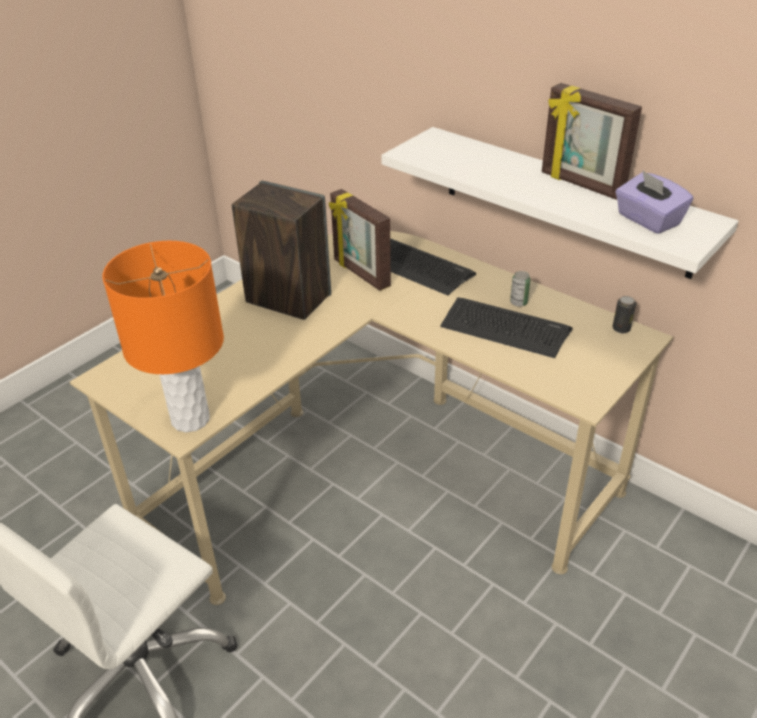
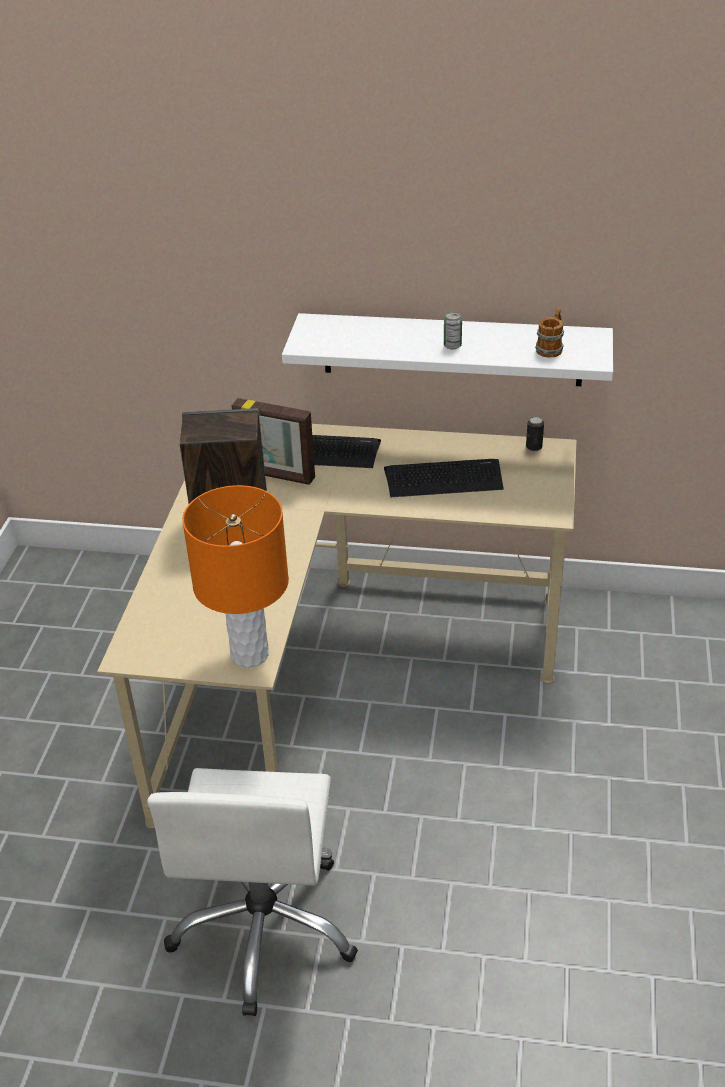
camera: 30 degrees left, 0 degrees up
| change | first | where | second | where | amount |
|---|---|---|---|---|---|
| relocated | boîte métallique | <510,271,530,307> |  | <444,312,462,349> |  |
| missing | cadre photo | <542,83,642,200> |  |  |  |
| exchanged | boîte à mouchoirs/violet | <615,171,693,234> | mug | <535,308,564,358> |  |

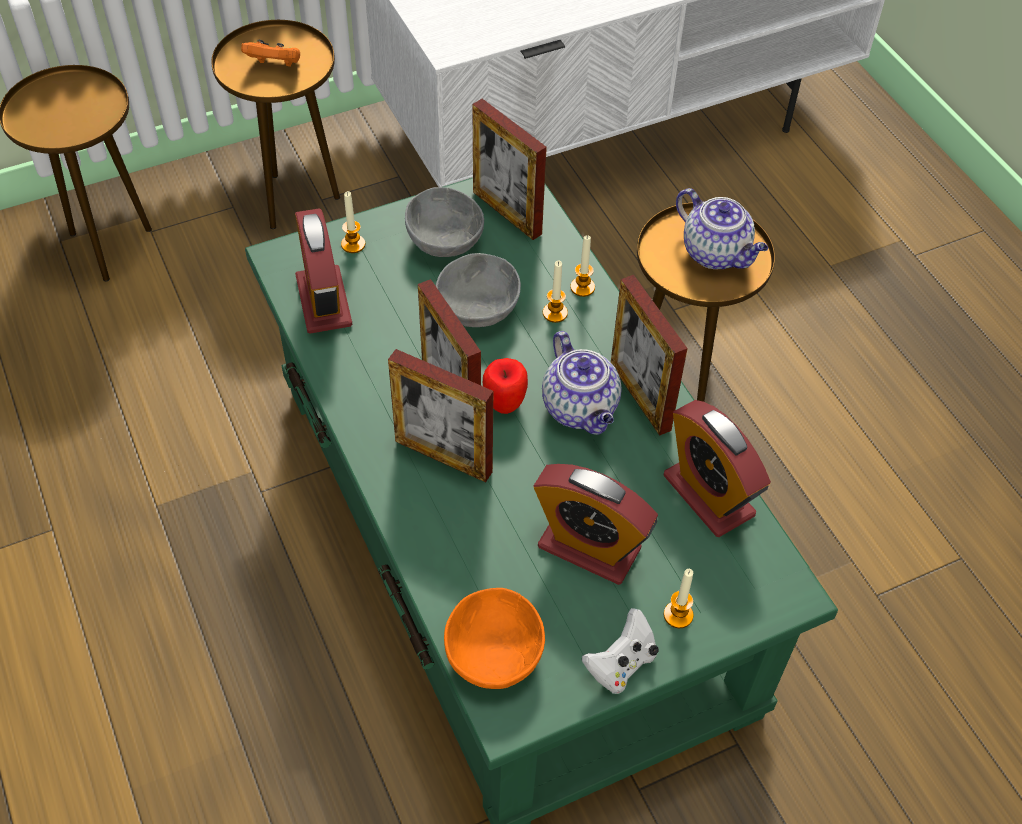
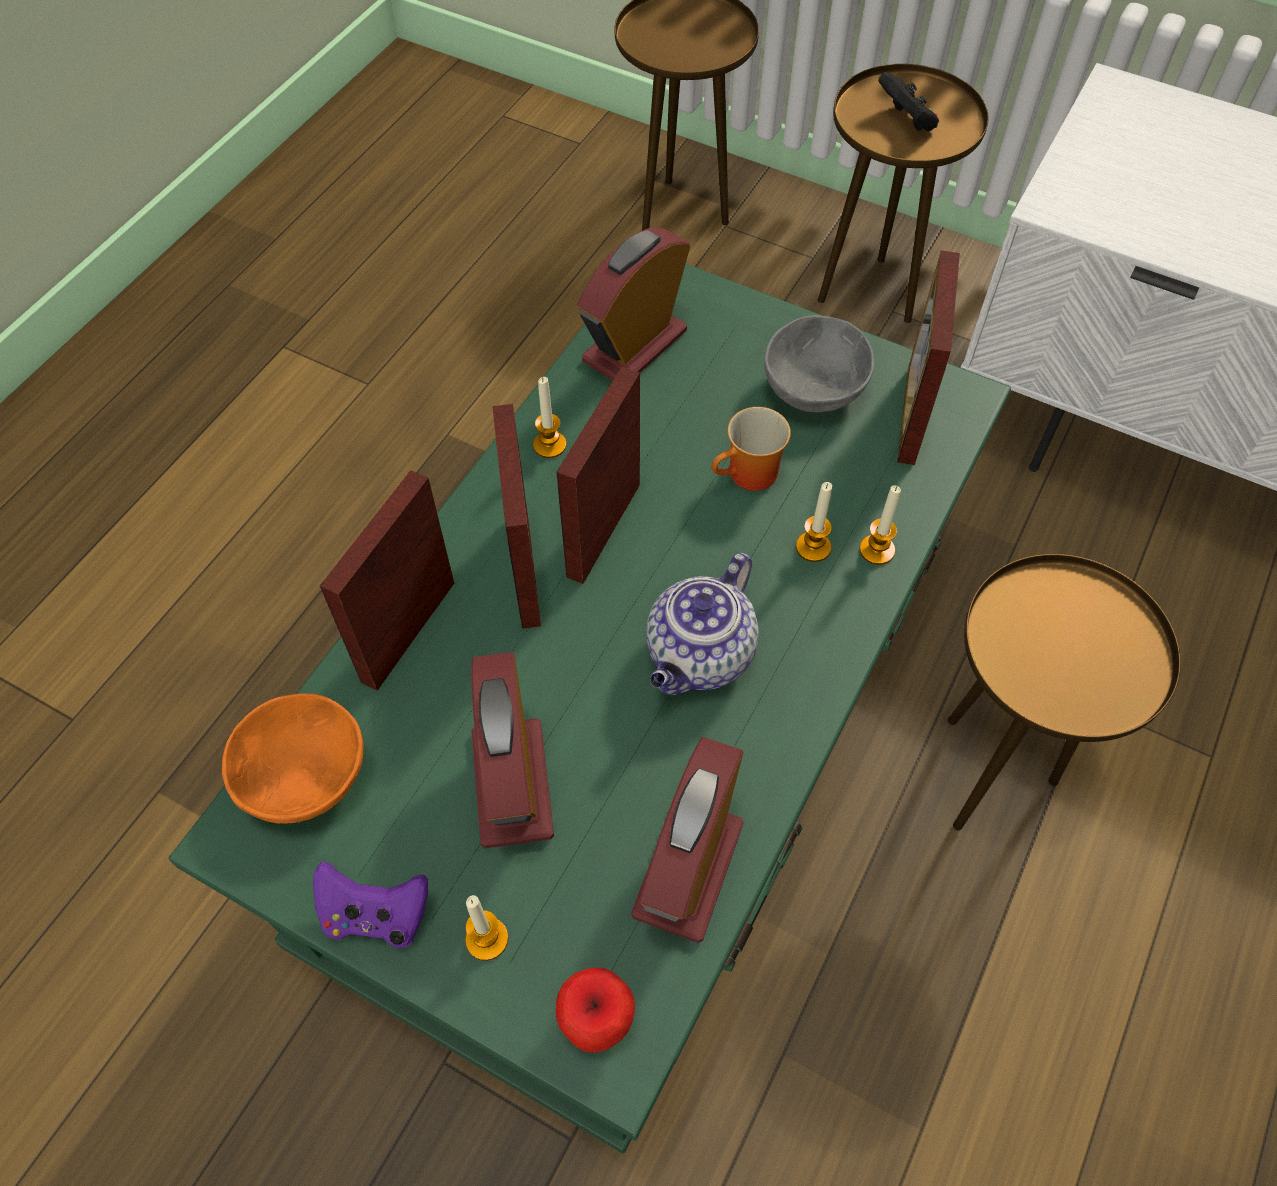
camera: 55 degrees right, 5 degrees up
| change | first | where | second | where | amount |
|---|---|---|---|---|---|
| colour | manette/orange | <241,40,300,67> | manette/noir | <878,72,939,132> |  |
| relocated | bougie | <341,191,365,253> |  | <533,377,566,458> |  |
| exchanged | bol/gris | <436,253,521,327> | mug | <712,407,791,491> |  |
| relocated | pomme | <483,358,528,414> |  | <556,968,635,1053> |  |
| colour | manette/blanc | <582,608,659,694> | manette/violet | <313,861,428,948> |  |
| relocated | cadre photo | <611,275,688,436> |  | <320,470,454,691> |  |
| missing | théière | <676,188,768,269> |  |  |  |

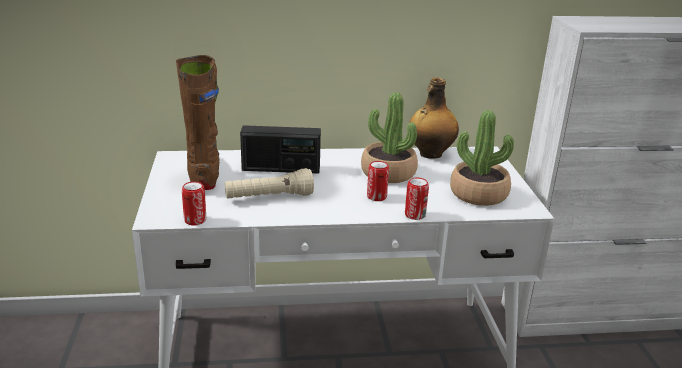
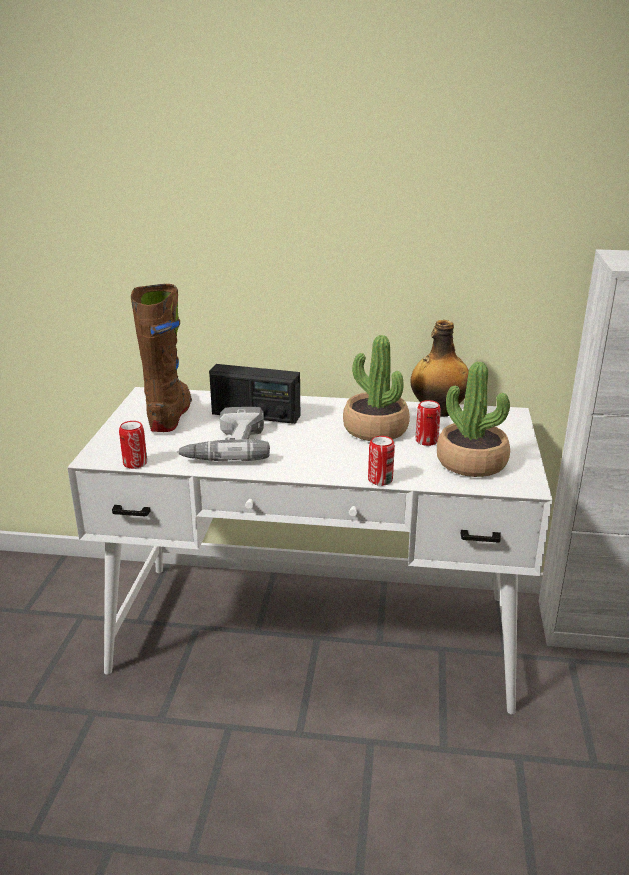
camera: 15 degrees right, 0 degrees up
| change | first | where | second | where | amount |
|---|---|---|---|---|---|
| exchanged | lampe de poche/beige | <225,168,314,199> | perceuse | <177,407,270,462> |  |
| relocated | boîte métallique | <367,161,389,201> |  | <416,400,441,446> |  |

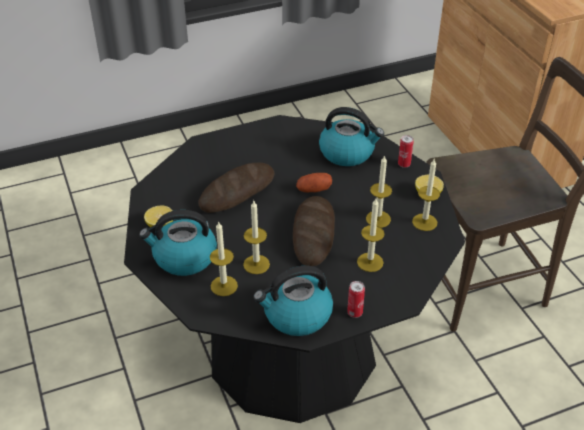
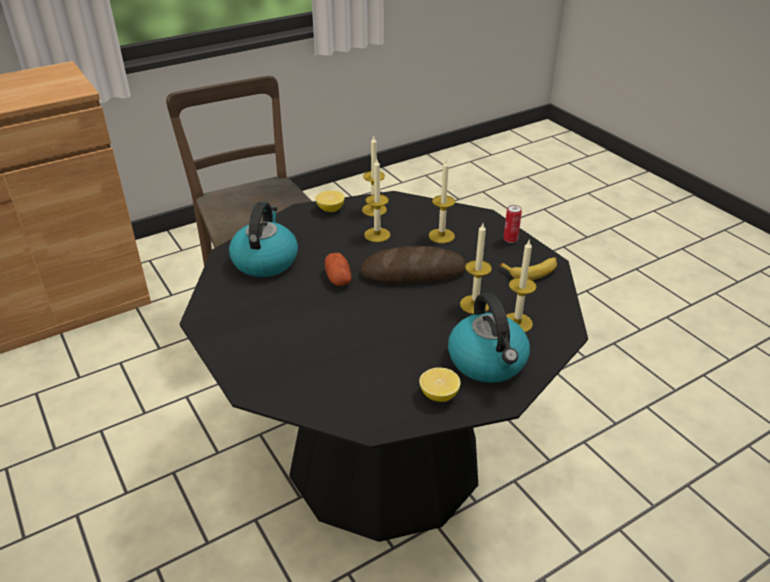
camera: 100 degrees left, 5 degrees down
| change | first | where | second | where | amount |
|---|---|---|---|---|---|
| missing | pain | <198,163,274,213> |  |  |  |
| exchanged | bouilloire | <253,266,333,336> | banane | <499,257,557,280> |  |
| missing | boîte métallique | <398,135,414,168> |  |  |  |

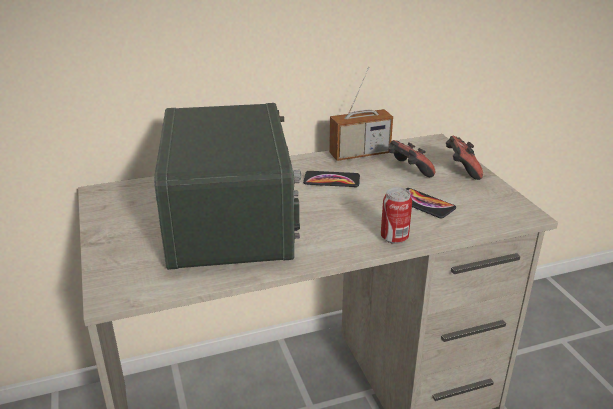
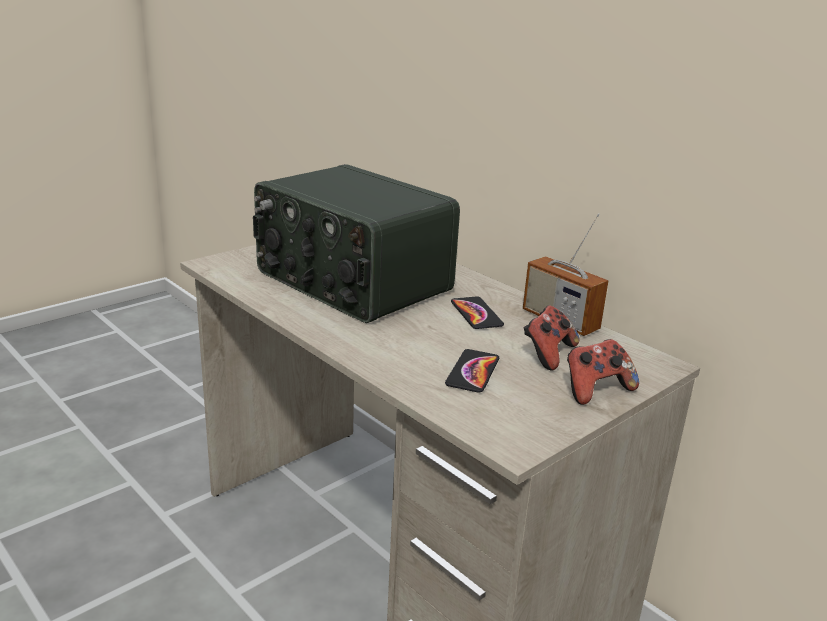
camera: 65 degrees right, 5 degrees down
| change | first | where | second | where | amount |
|---|---|---|---|---|---|
| spun | radio | <154,103,302,270> |  | <253,164,460,323> | 75 degrees clockwise |
| missing | boîte métallique | <381,187,412,244> |  |  |  |

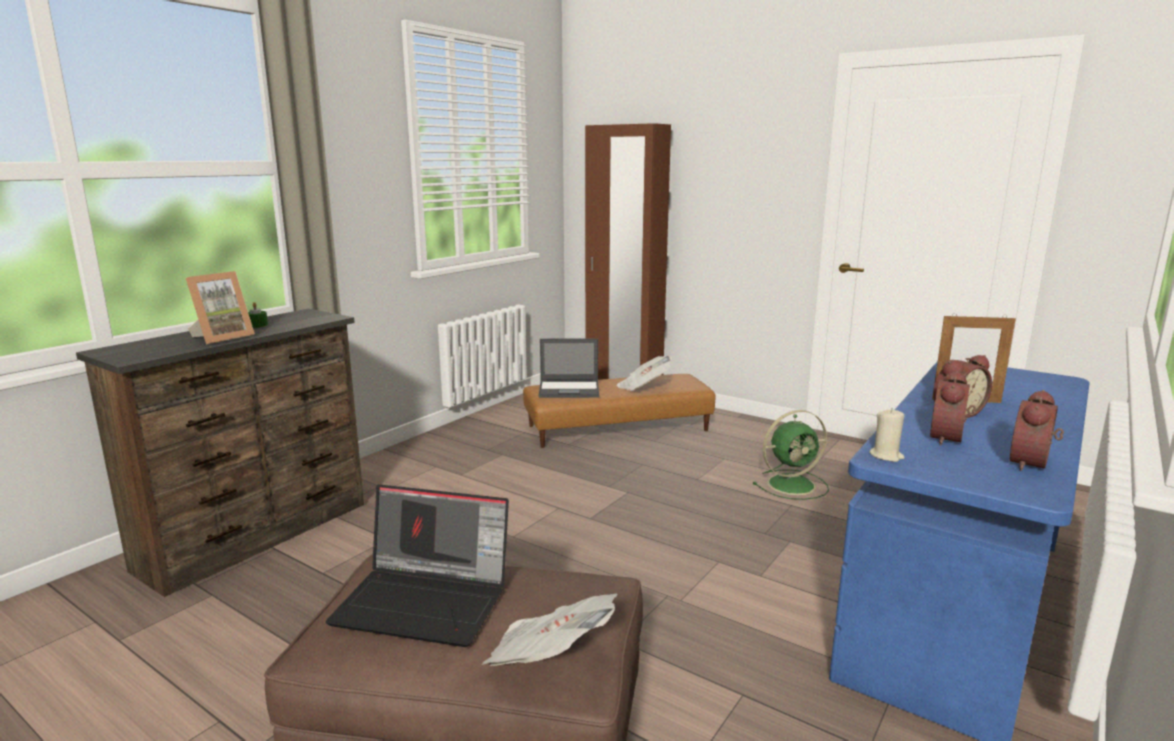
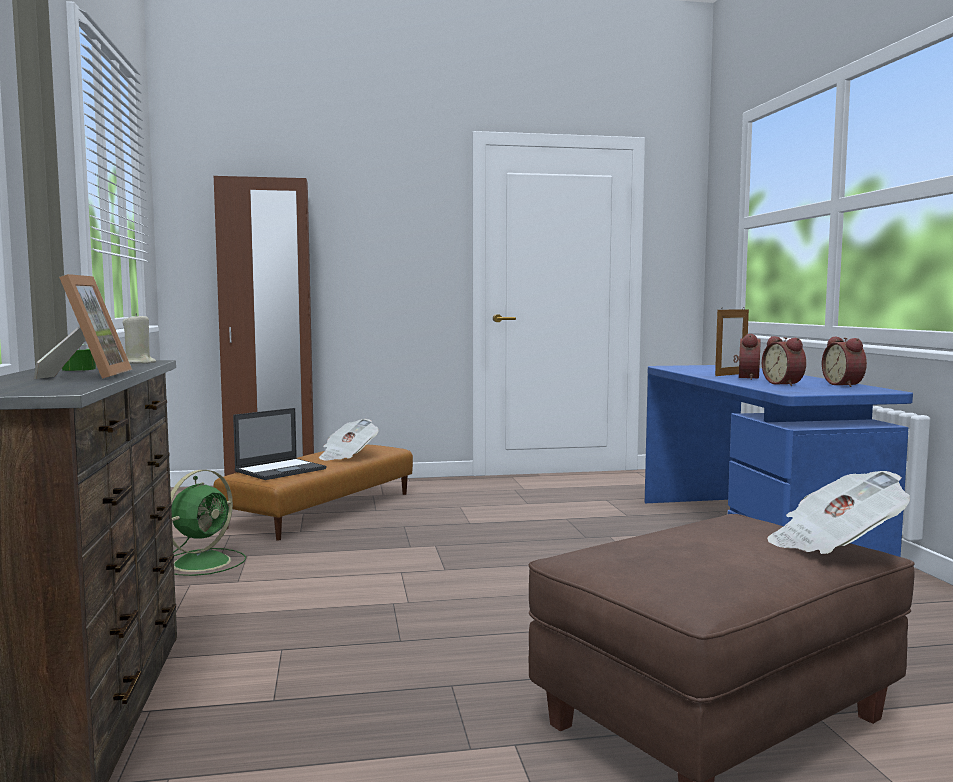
camera: 45 degrees left, 10 degrees down
| change | first | where | second | where | amount |
|---|---|---|---|---|---|
| missing | ordinateur portable | <326,484,509,647> |  |  |  |
| relocated | ventilateur/vert | <753,410,829,500> |  | <171,470,246,576> |  |
| relocated | bougie/beige | <869,408,905,462> |  | <123,313,156,364> |  |

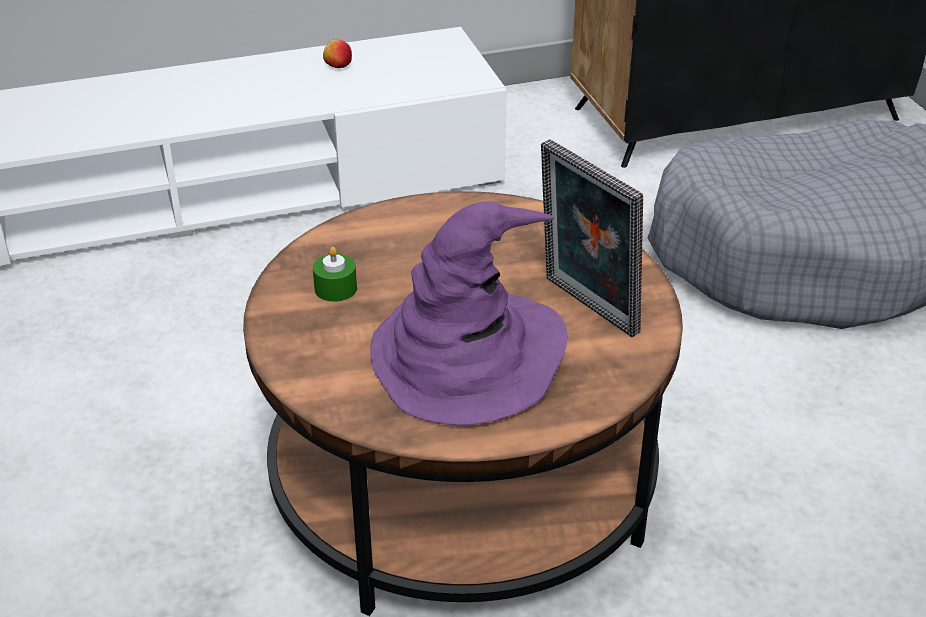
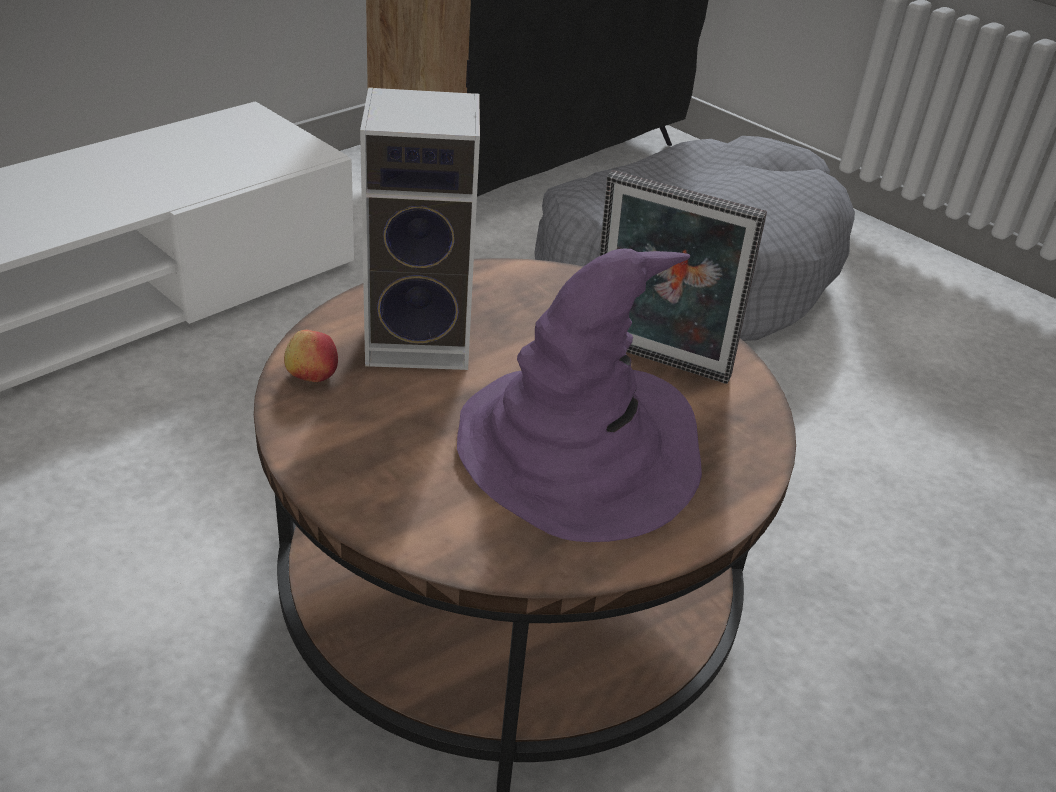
camera: 30 degrees left, 0 degrees up
| change | first | where | second | where | amount |
|---|---|---|---|---|---|
| missing | bougie/vert | <313,247,357,302> |  |  |  |
| relocated | pomme | <323,39,352,68> |  | <284,330,338,382> |  |
| appeared |  |  | enceinte | <360,87,480,370> |  |

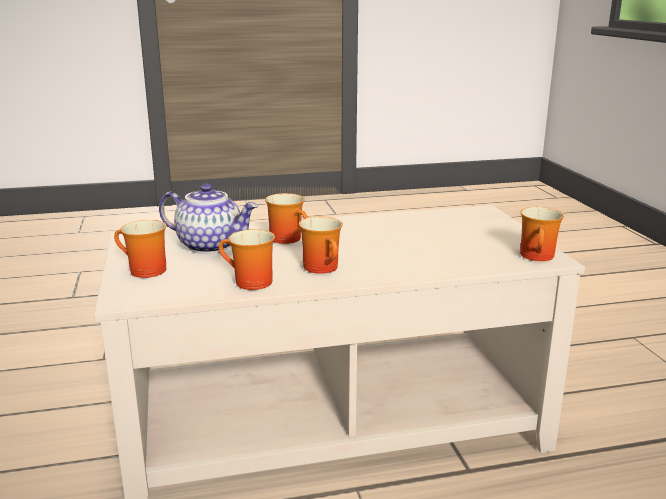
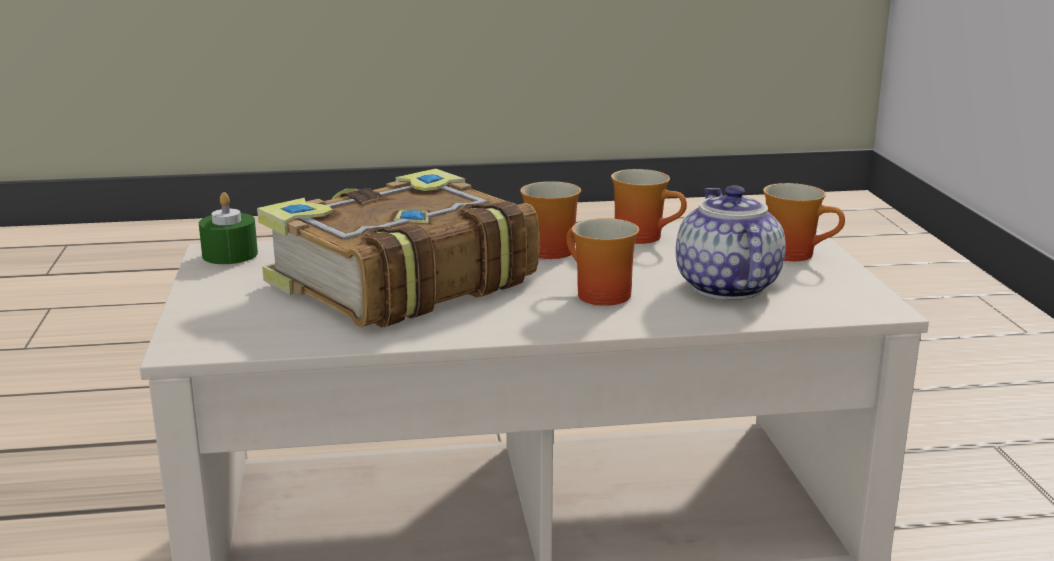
camera: 175 degrees left, 0 degrees up
| change | first | where | second | where | amount |
|---|---|---|---|---|---|
| spun | théière | <159,184,258,254> |  | <676,185,785,300> | 60 degrees clockwise |
| exchanged | mug | <520,207,564,261> | bougie/vert | <199,192,258,264> |  |
| appeared |  |  | livre | <257,168,539,328> |  |

